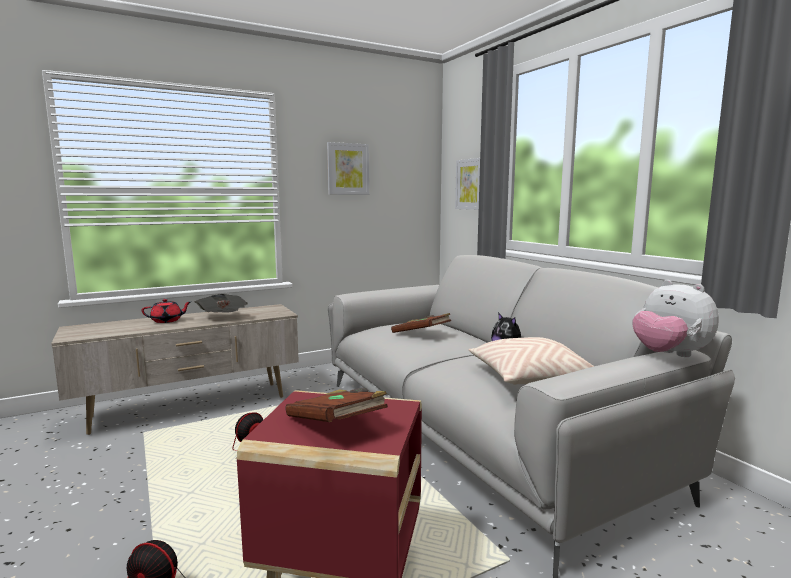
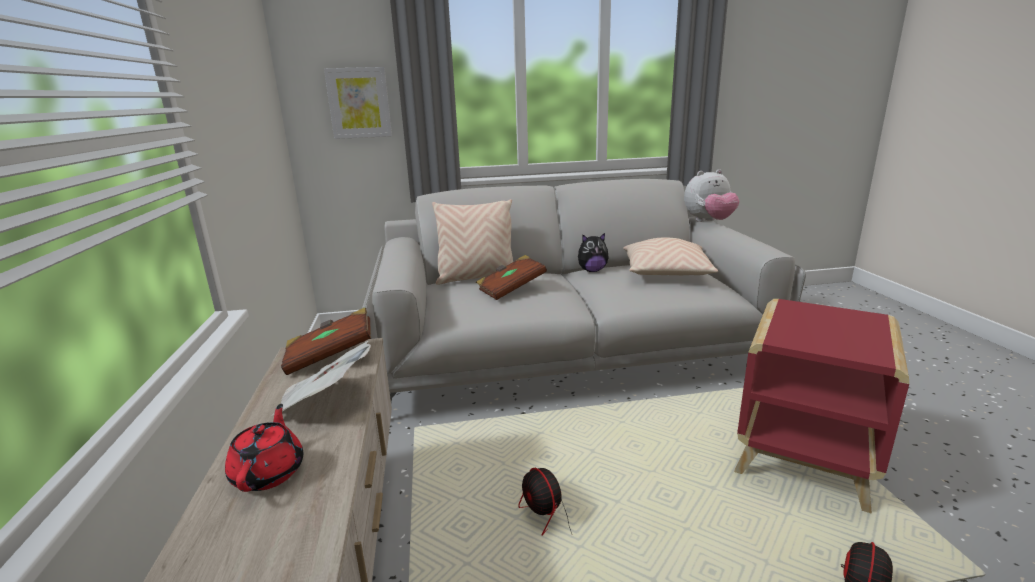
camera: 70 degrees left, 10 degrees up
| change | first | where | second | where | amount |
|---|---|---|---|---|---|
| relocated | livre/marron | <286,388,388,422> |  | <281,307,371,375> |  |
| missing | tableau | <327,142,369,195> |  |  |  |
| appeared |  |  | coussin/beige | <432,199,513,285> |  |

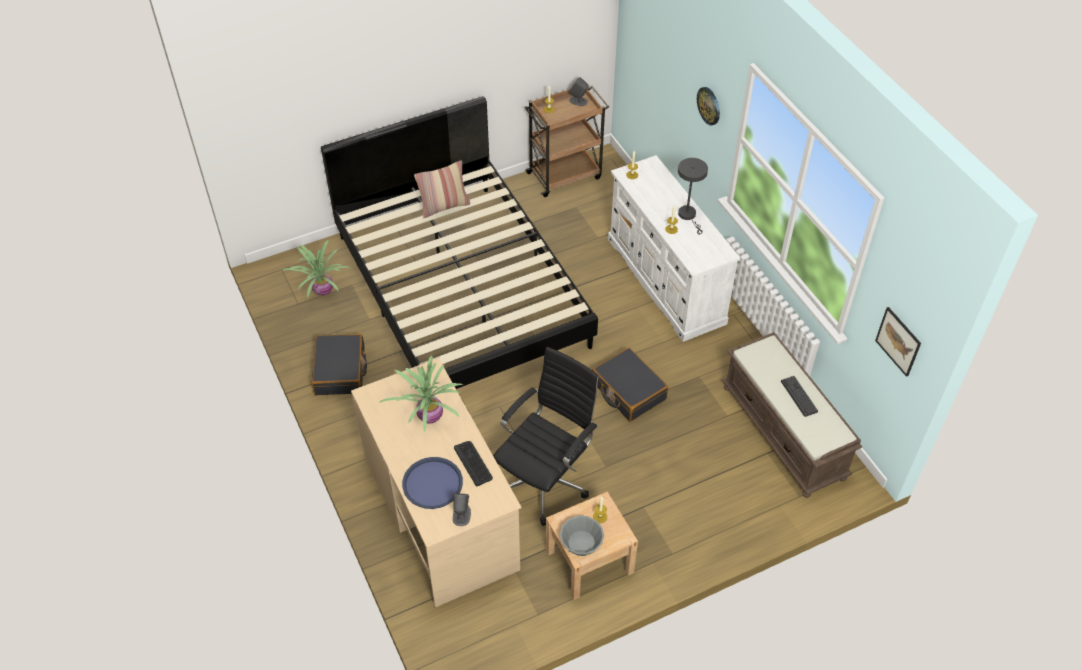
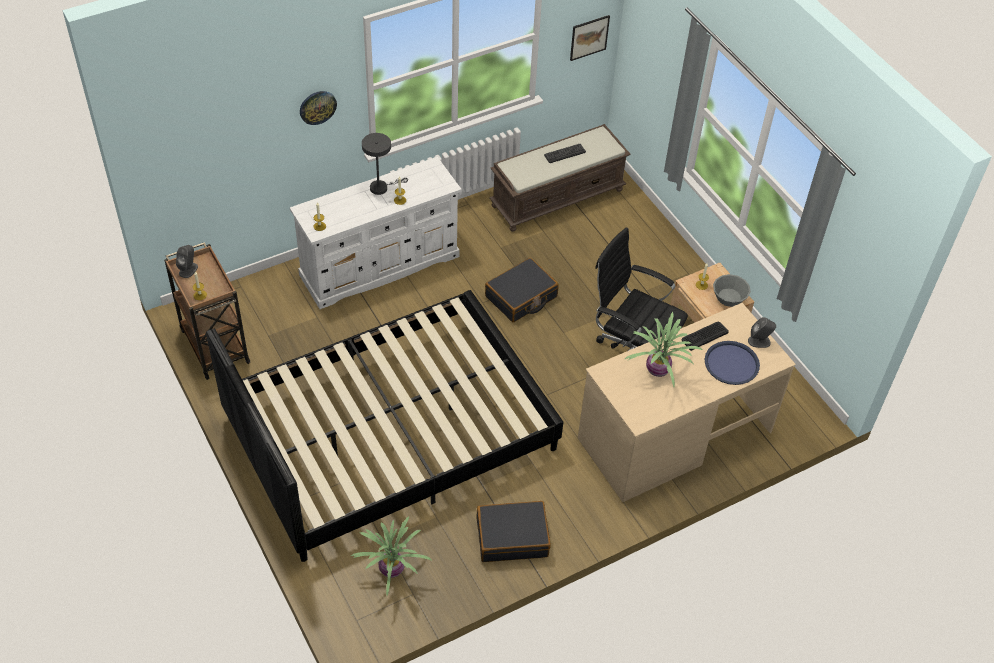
camera: 95 degrees left, 0 degrees up
| change | first | where | second | where | amount |
|---|---|---|---|---|---|
| missing | coussin | <414,160,470,218> |  |  |  |

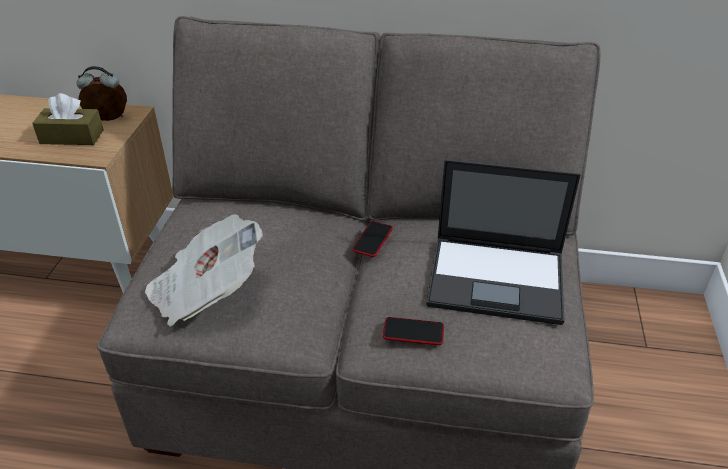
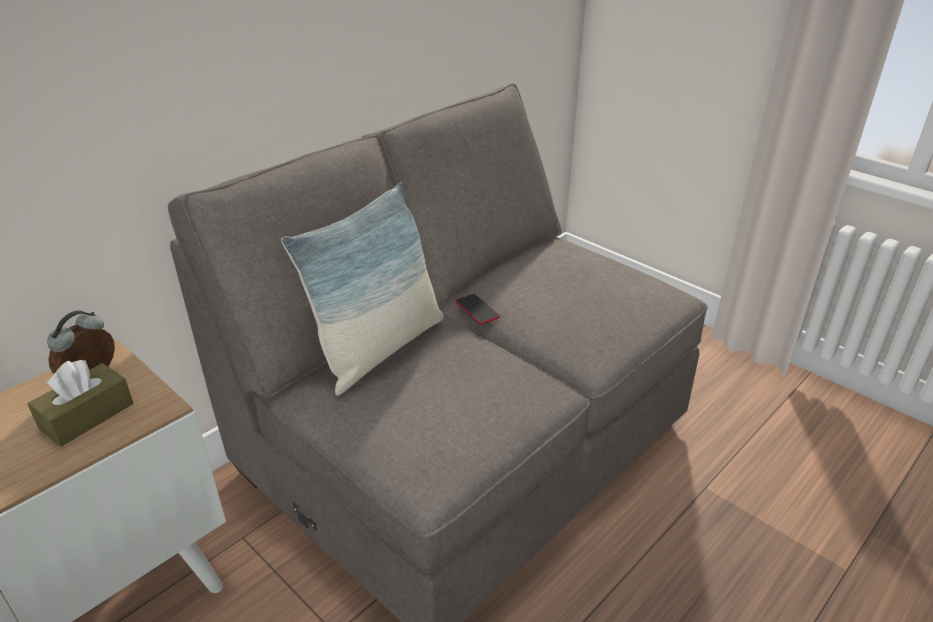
camera: 55 degrees left, 5 degrees down
| change | first | where | second | where | amount |
|---|---|---|---|---|---|
| missing | journal | <145,214,263,326> |  |  |  |
| missing | téléphone | <383,317,444,345> |  |  |  |
| missing | ordinateur portable | <426,159,581,325> |  |  |  |
| appeared |  |  | coussin | <281,182,444,396> |  |

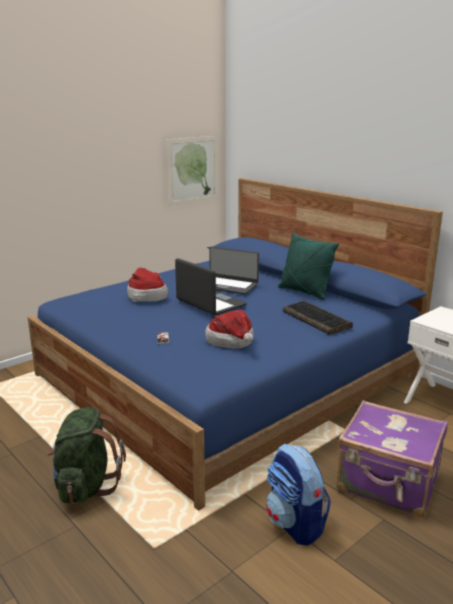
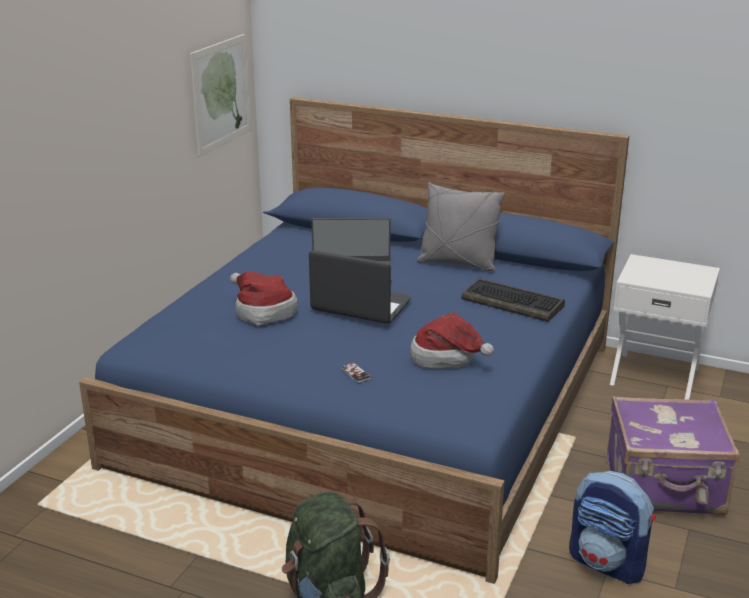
camera: 25 degrees left, 5 degrees up
| change | first | where | second | where | amount |
|---|---|---|---|---|---|
| colour | coussin/vert | <278,233,339,300> | coussin/gris | <417,182,505,272> |  |

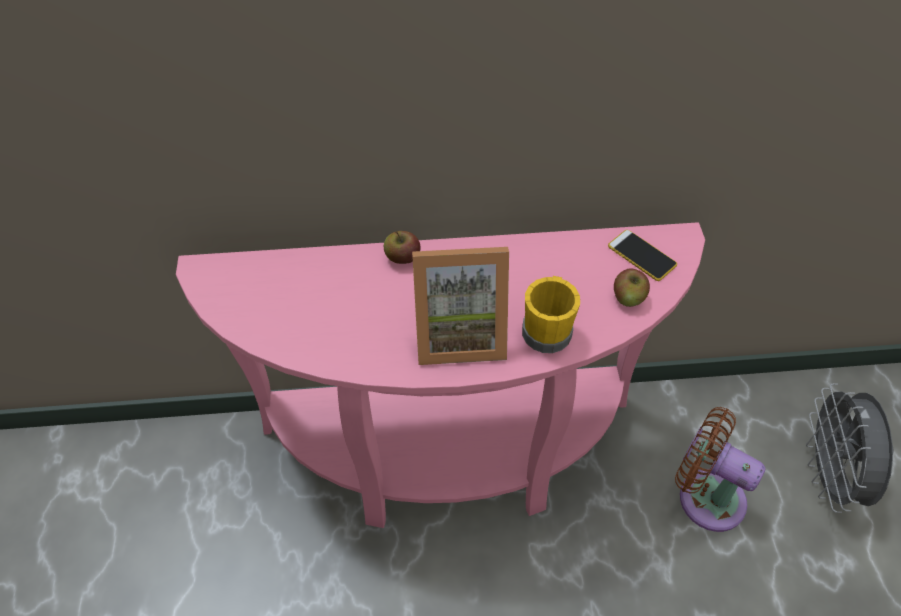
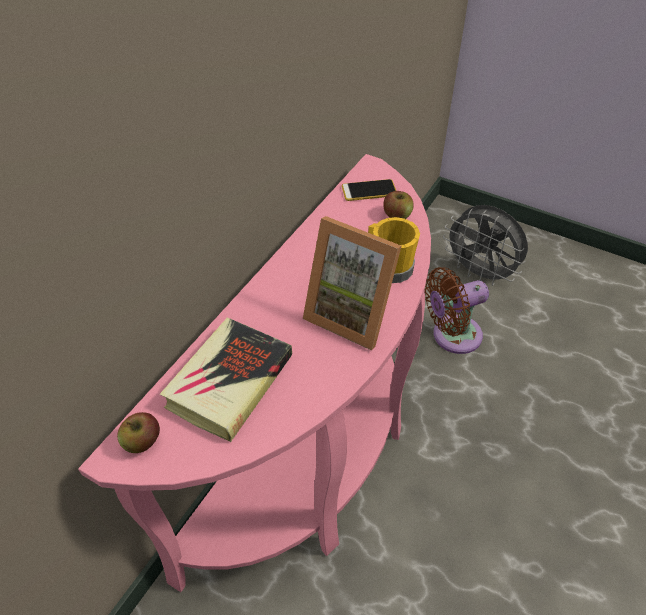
camera: 55 degrees left, 5 degrees down
| change | first | where | second | where | amount |
|---|---|---|---|---|---|
| relocated | pomme | <384,231,421,264> |  | <117,412,160,453> |  |
| spun | cadre photo | <412,247,509,365> |  | <303,216,401,351> | 90 degrees clockwise |
| appeared |  |  | livre | <160,317,292,442> |  |

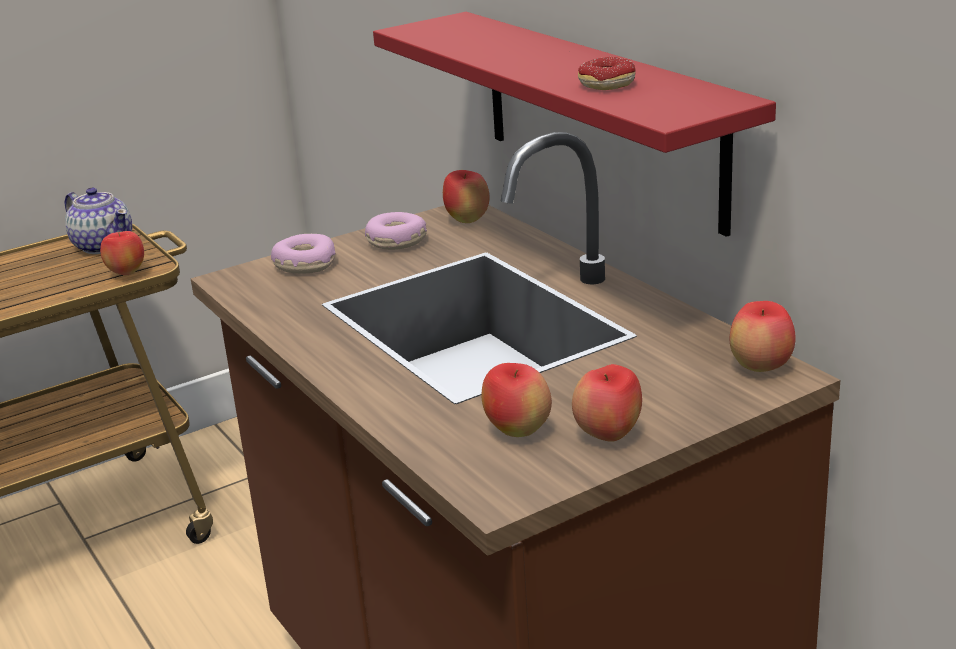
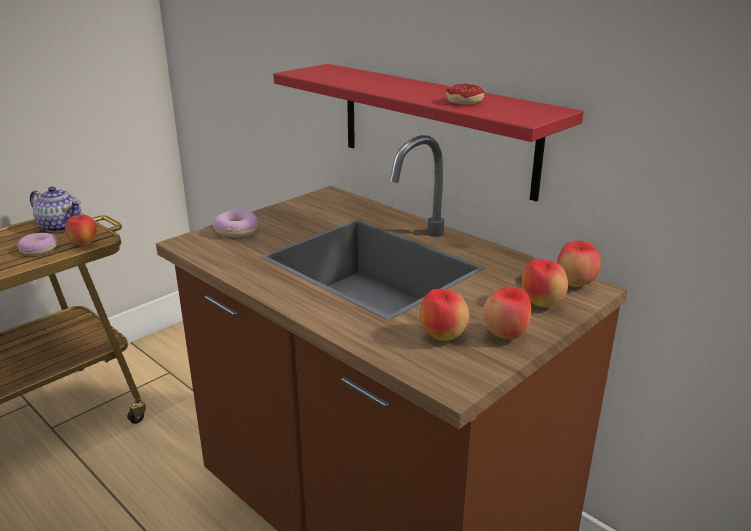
camera: 15 degrees left, 0 degrees up
| change | first | where | second | where | amount |
|---|---|---|---|---|---|
| relocated | beignet | <365,212,427,250> |  | <17,233,58,255> |  |
| relocated | pomme | <443,170,489,223> |  | <522,259,568,307> |  |

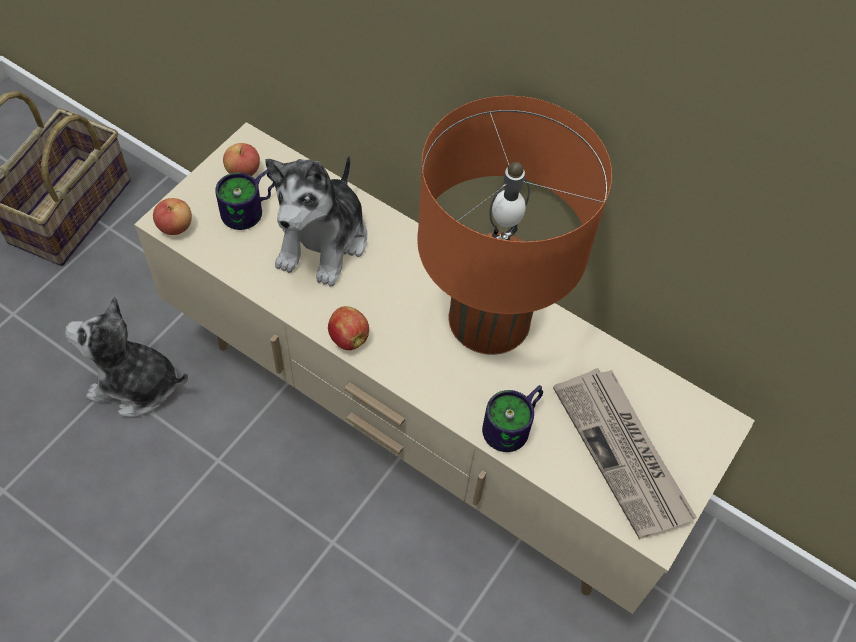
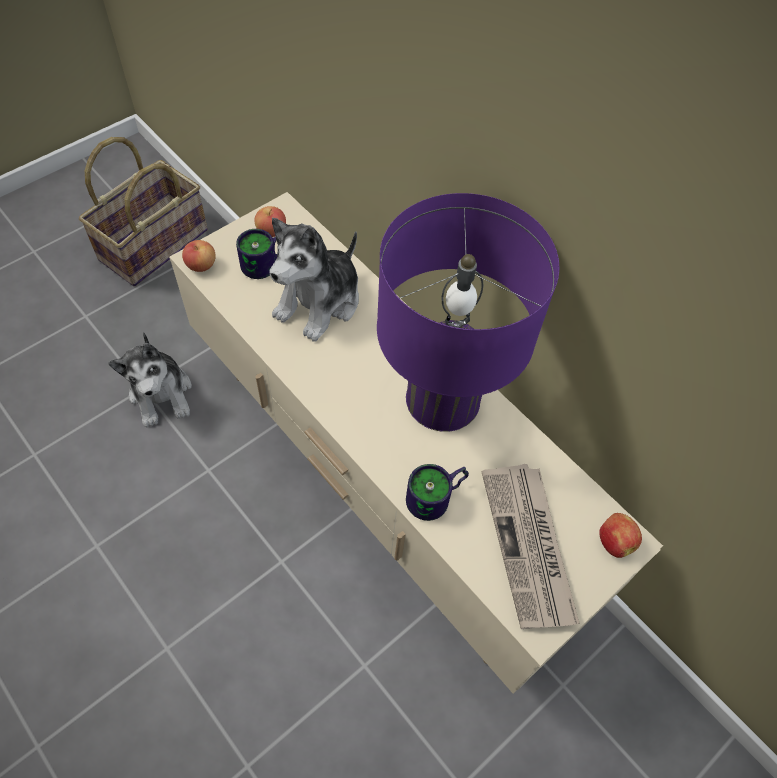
camera: 15 degrees right, 0 degrees up
| change | first | where | second | where | amount |
|---|---|---|---|---|---|
| spun | peluche | <65,297,188,417> |  | <108,332,192,428> | 135 degrees counterclockwise |
| relocated | pomme | <328,306,369,350> |  | <599,513,642,558> |  |
| colour | lampe de table/orange | <417,96,612,355> | lampe de table/violet | <377,193,559,432> |  |

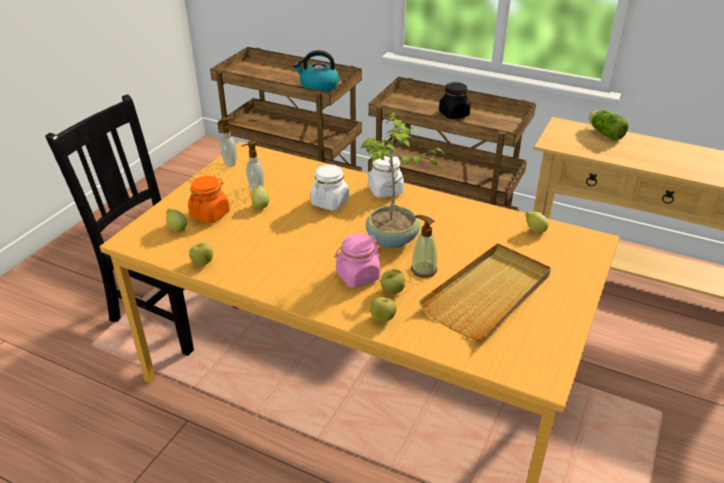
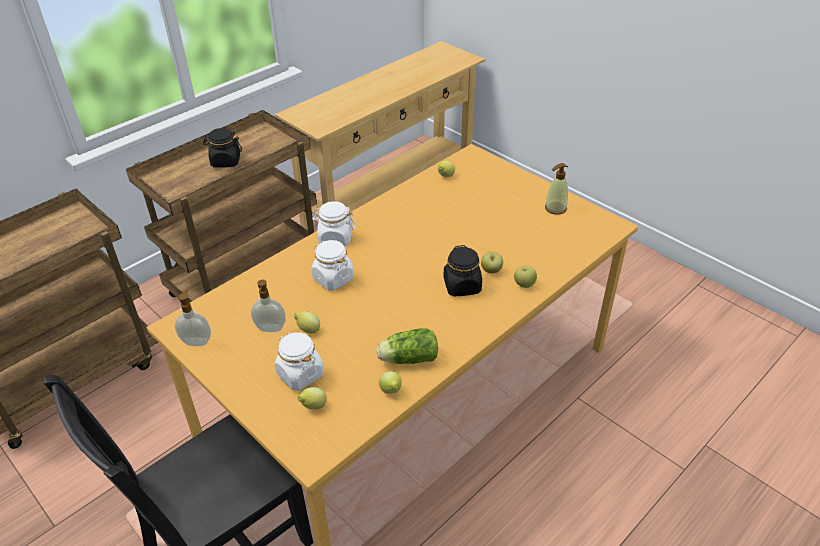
camera: 70 degrees left, 5 degrees up
| change | first | where | second | where | amount |
|---|---|---|---|---|---|
| colour | bocal/orange | <188,176,230,224> | bocal/blanc | <275,332,324,390> |  |
| exchanged | pomme | <189,243,213,266> | citron | <379,371,402,394> |  |
| missing | bouilloire | <294,50,339,92> |  |  |  |
| colour | bocal/rose | <334,233,381,288> | bocal/noir | <443,245,482,297> |  |
| missing | plante en pot | <360,112,444,248> |  |  |  |
| relocated | distributeur de savon | <411,215,437,278> |  | <545,163,568,215> |  |
| missing | plateau/beige | <419,243,551,340> |  |  |  |
| relocated | laitue | <589,110,629,140> |  | <376,328,438,364> |  |

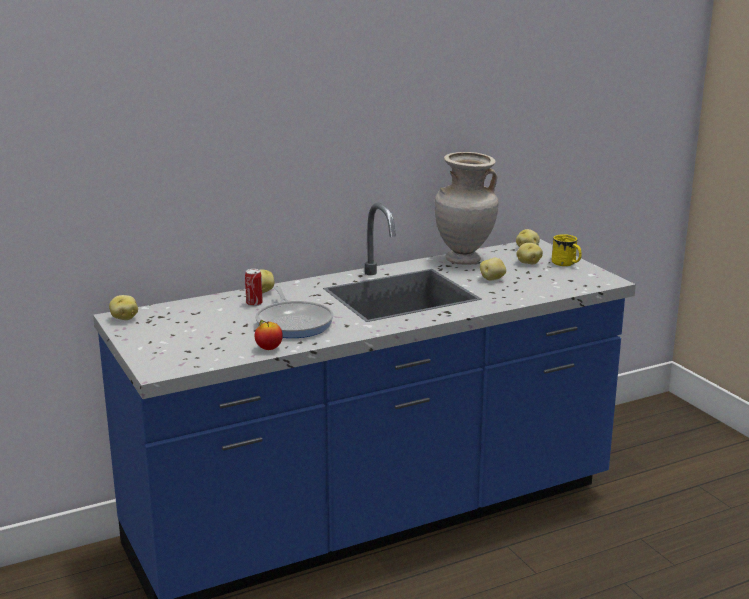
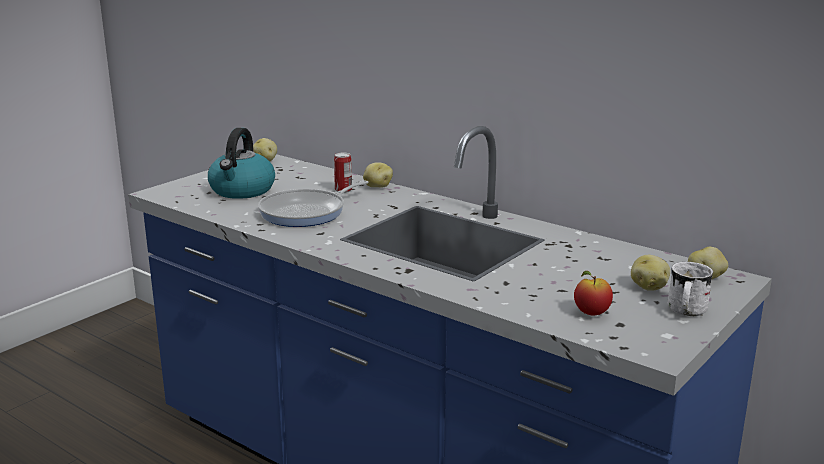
camera: 65 degrees right, 0 degrees up
| change | first | where | second | where | amount |
|---|---|---|---|---|---|
| relocated | pomme | <255,320,283,350> |  | <574,271,613,315> |  |
| missing | vase/beige | <434,152,498,265> |  |  |  |
| missing | pomme de terre | <480,258,506,281> |  |  |  |
| colour | mug/jaune | <551,234,582,266> | mug/blanc | <667,262,713,316> |  |
| appeared |  |  | bouilloire | <208,128,275,199> |  |

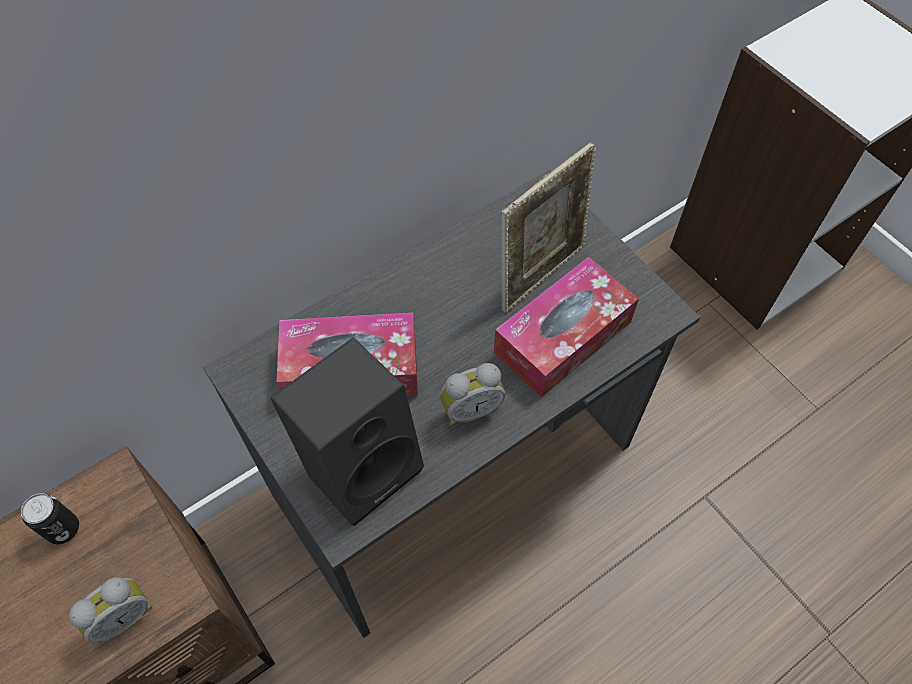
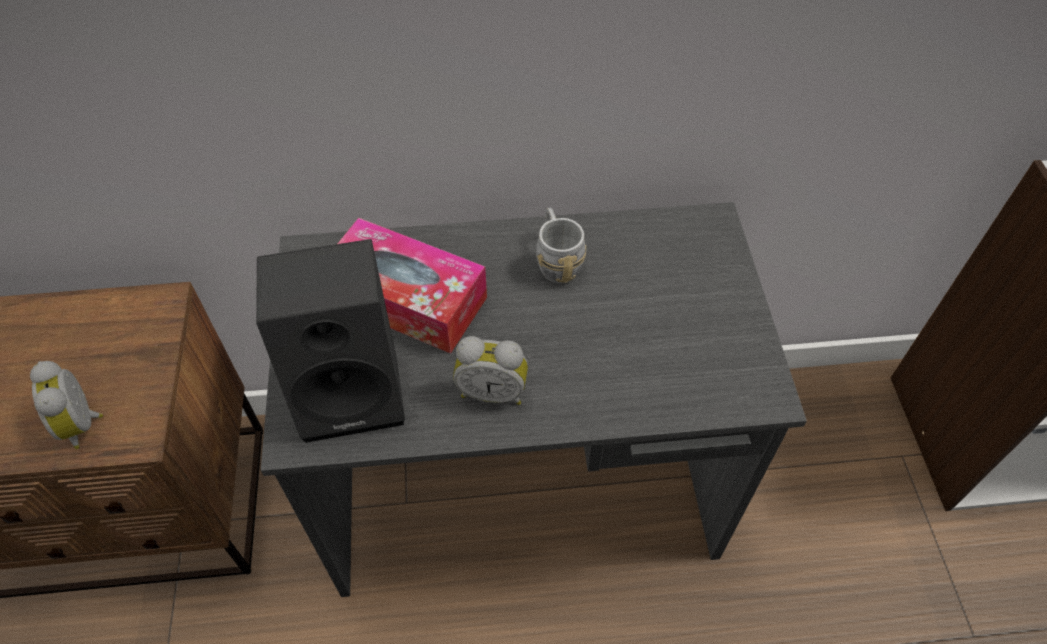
camera: 30 degrees right, 5 degrees down
| change | first | where | second | where | amount |
|---|---|---|---|---|---|
| missing | boîte métallique | <21,493,79,544> |  |  |  |
| spun | réveil | <69,577,152,643> |  | <30,361,103,449> | 75 degrees clockwise |
| missing | boîte à mouchoirs | <494,257,639,398> |  |  |  |
| missing | cadre photo | <501,141,596,313> |  |  |  |
| appeared |  |  | mug/gris | <536,208,586,283> |  |

